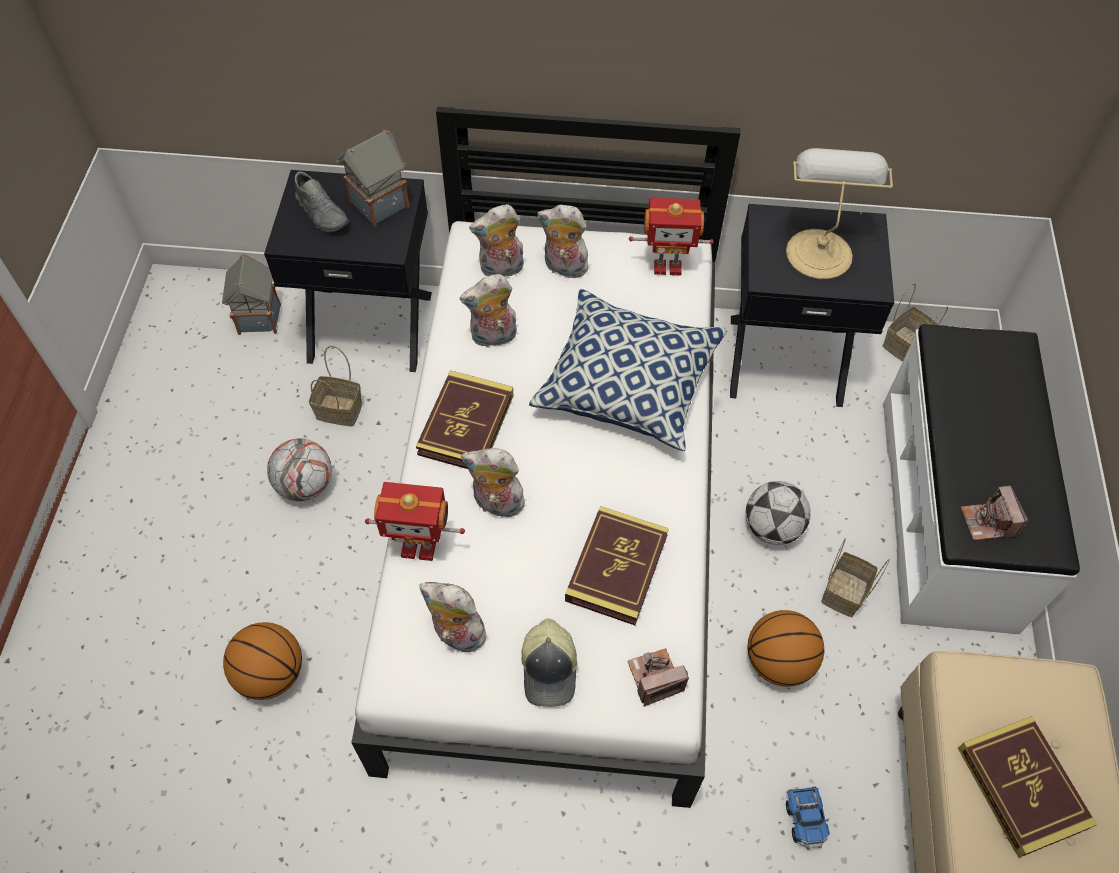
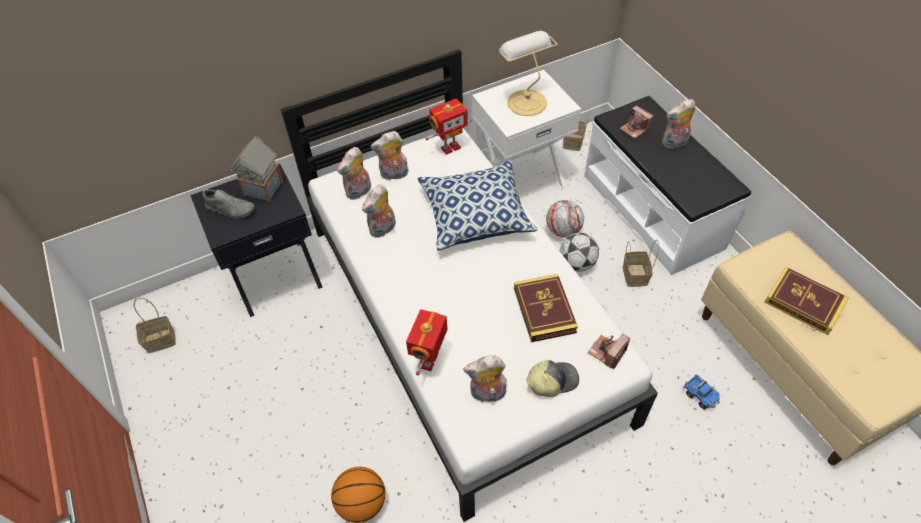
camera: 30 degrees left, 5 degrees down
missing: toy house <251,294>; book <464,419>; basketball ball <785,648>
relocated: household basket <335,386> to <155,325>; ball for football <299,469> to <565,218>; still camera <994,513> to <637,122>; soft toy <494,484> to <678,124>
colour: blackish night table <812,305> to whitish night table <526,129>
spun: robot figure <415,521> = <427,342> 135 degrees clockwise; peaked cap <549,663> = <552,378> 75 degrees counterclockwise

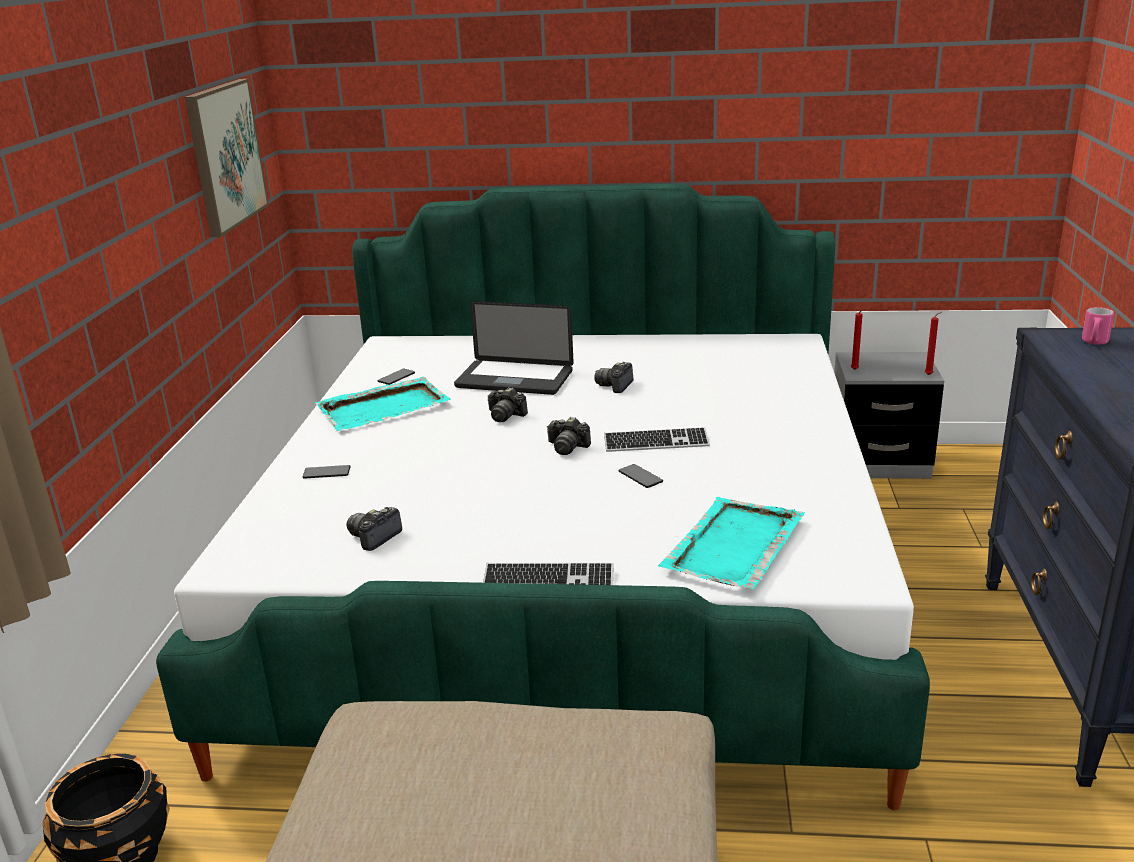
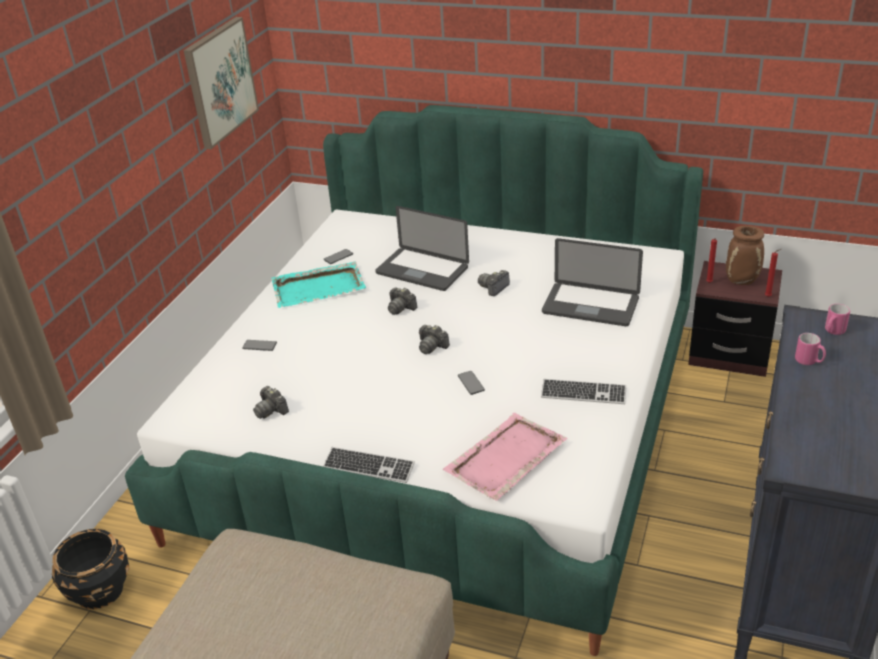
camera: 15 degrees right, 10 degrees up
appeared: laptop <592,282>; brown decorative vase <745,255>; pink tea mug <810,349>
relocated: keyboard <657,439> to <584,391>
colour: turquoise-coloured serving tray <731,543> to pink serving tray <505,457>; grey night table <889,415> to brown night table <735,319>
spun: still camera <374,529> = <271,402> 90 degrees counterclockwise

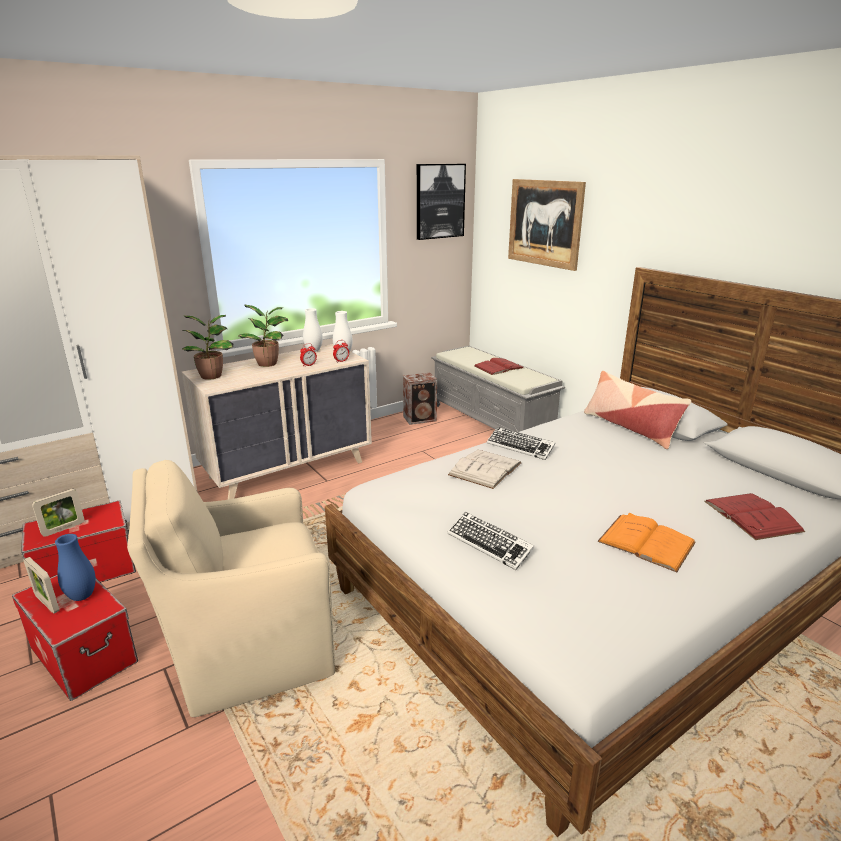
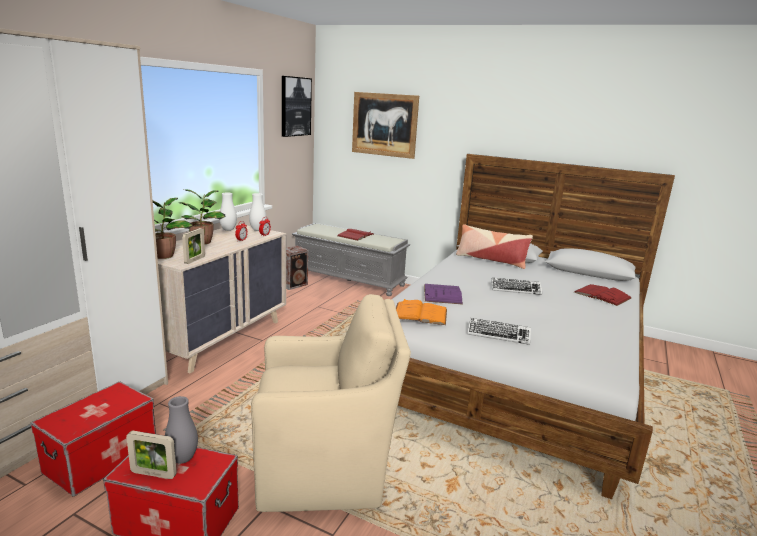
camera: 30 degrees left, 5 degrees down
relocated: picture frame <58,513> to <193,246>; orange-coloured book <646,542> to <421,312>; keyboard <521,443> to <517,286>
colour: blue-coloured decorative vase <75,567> to grey decorative vase <181,430>; whitish book <485,469> to purple book <443,294>
spun: beige easy chair <231,588> = <331,403> 135 degrees counterclockwise

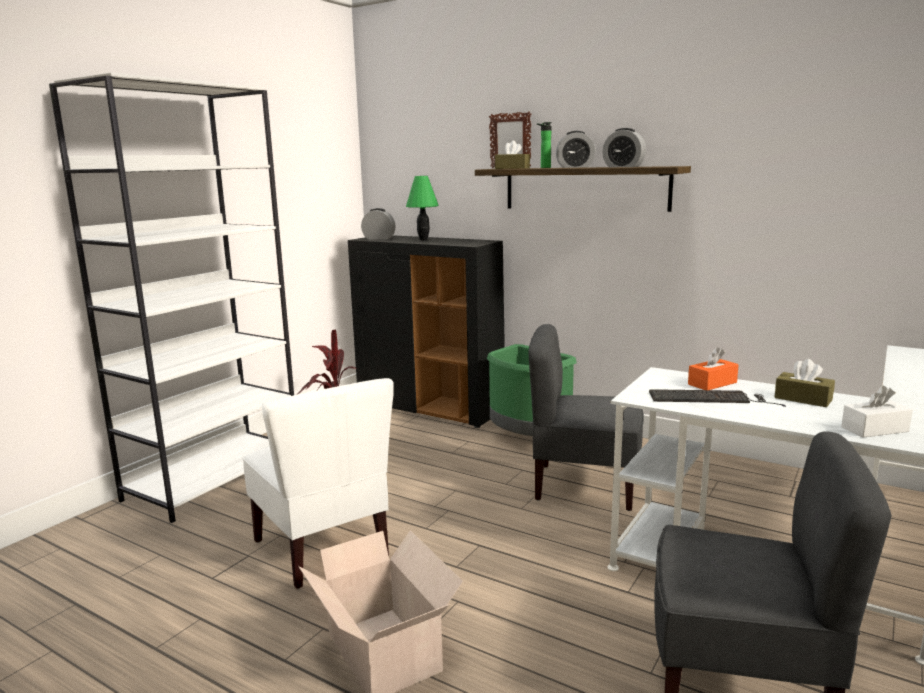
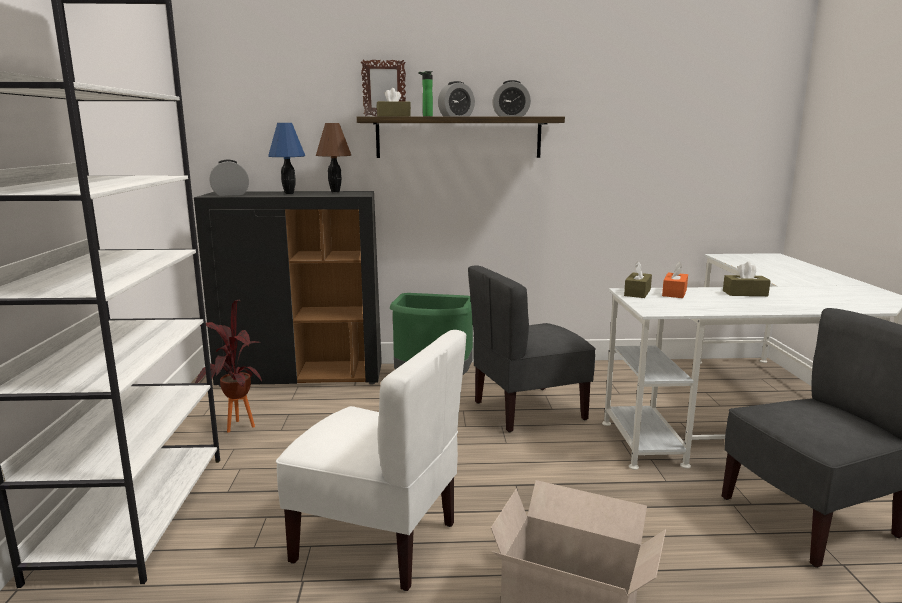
camera: 35 degrees left, 0 degrees up
missing: keyboard <717,398>; whitish tissue box <877,411>
appeared: brown lamp for a table <333,157>; brown tissue box <638,279>
colour: green-coloured lamp for a table <422,208> to blue-coloured lamp for a table <286,158>

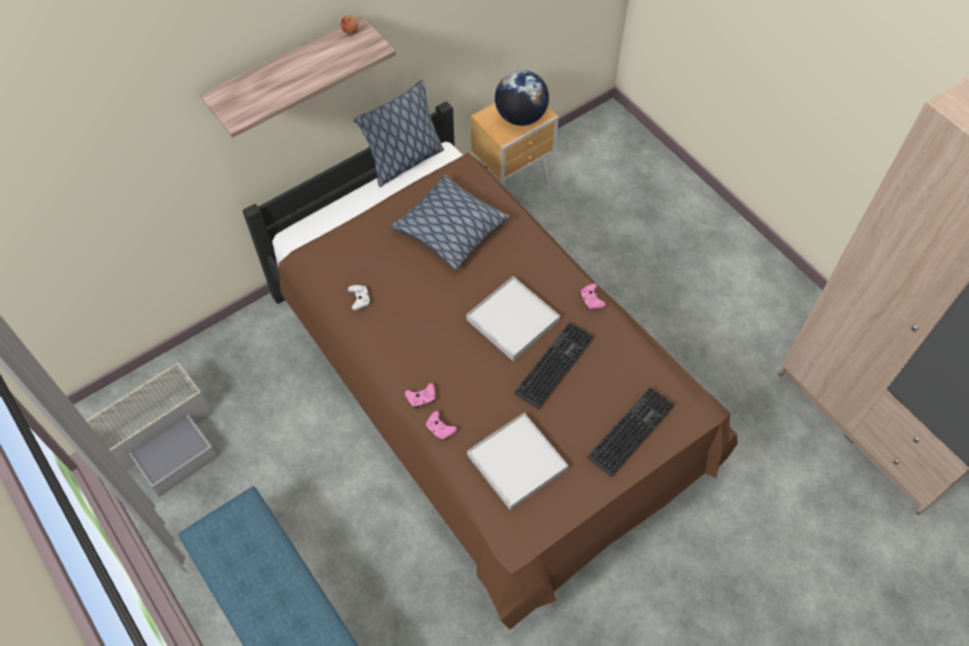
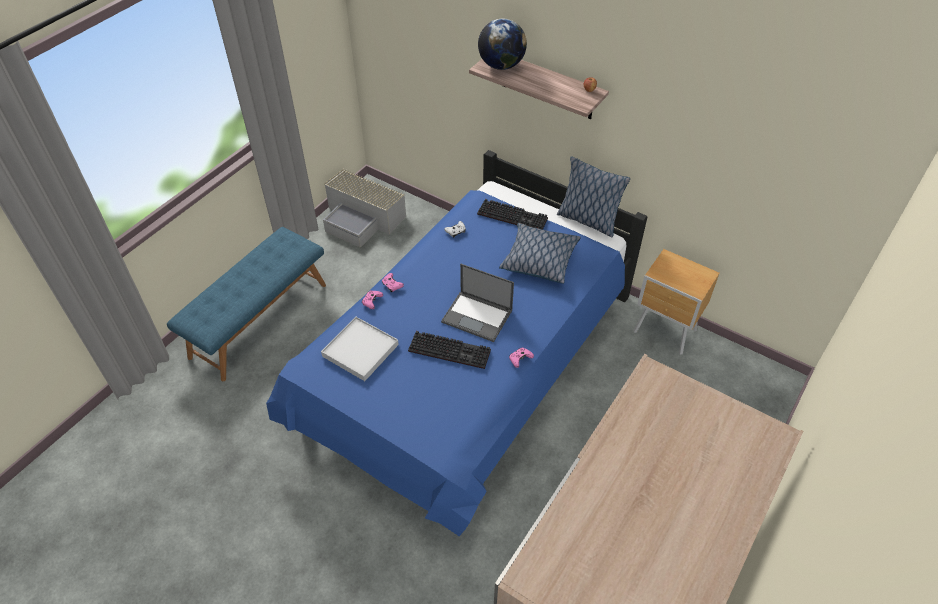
camera: 70 degrees right, 10 degrees down
relocated: keyboard <631,432> to <512,214>; globe <522,98> to <502,44>
exchanged: whitish serving tray <513,318> to laptop <477,303>
colour: brown sleeping bed <490,365> to blue-coloured sleeping bed <456,343>

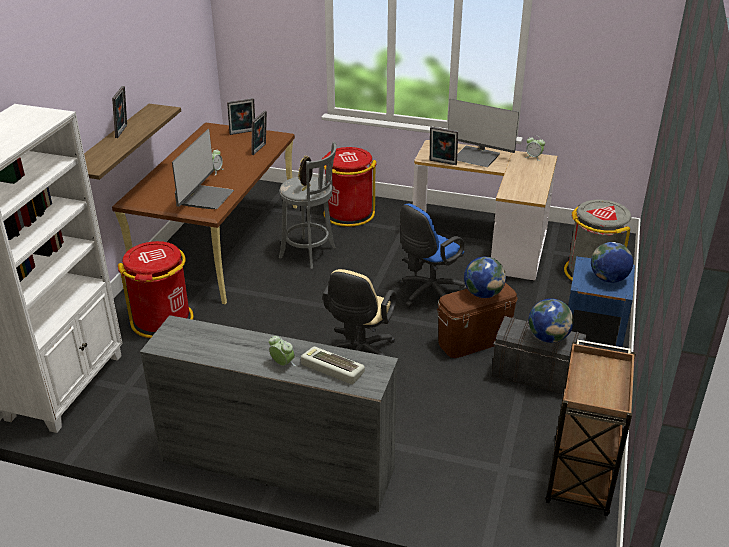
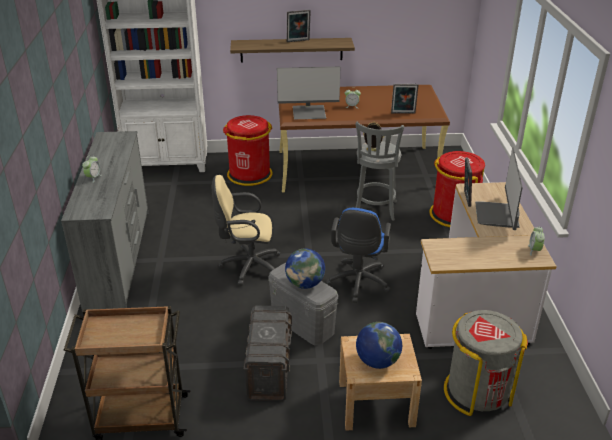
camera: 70 degrees right, 0 degrees up
missing: picture frame <241,116>; keyboard <333,365>; globe <551,320>
colour: brown storage bin <477,320> to grey storage bin <303,304>; blue-coloured night table <601,301> to beige night table <380,382>
spun: blue-coloured desk chair <433,255> = <358,255> 105 degrees counterclockwise

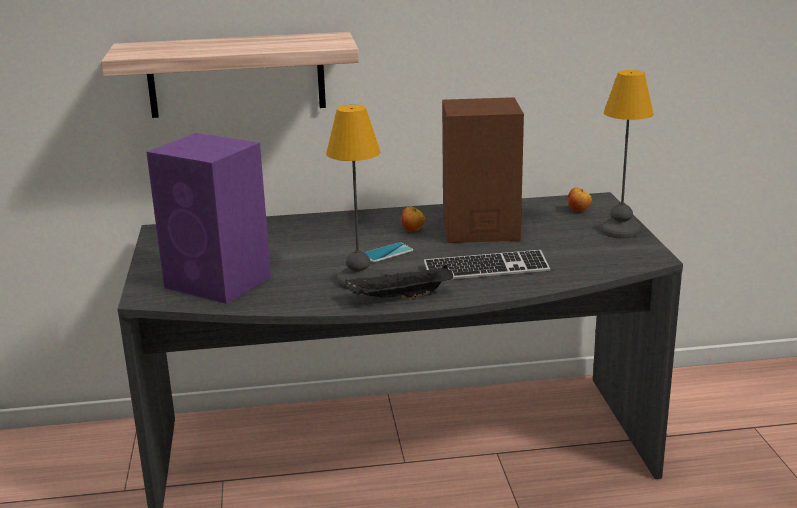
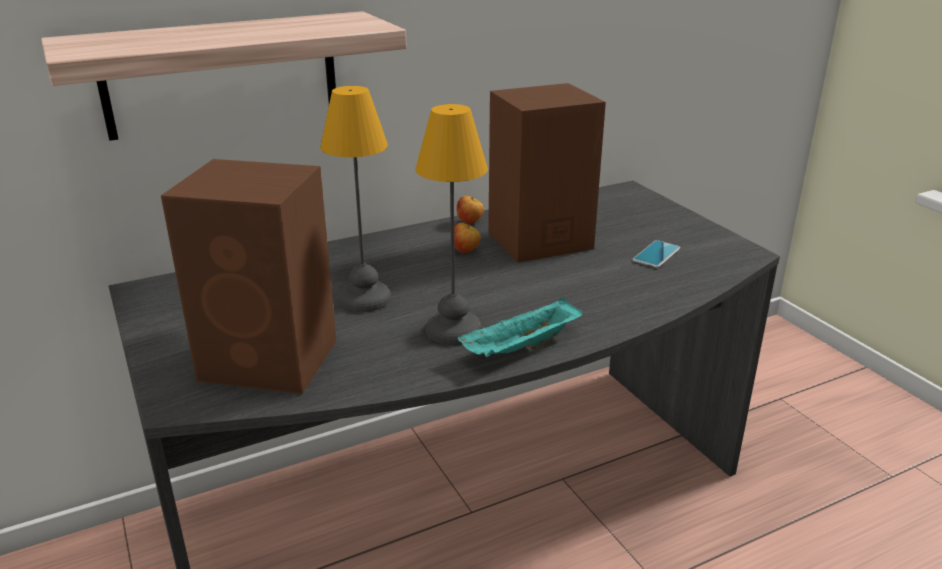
camera: 20 degrees left, 5 degrees up
missing: keyboard <487,264>
relocated: lamp for a table <627,154> to <355,199>; apple <580,199> to <470,210>; telephone <388,252> to <656,254>
colour: purple loudspeaker <208,218> to brown loudspeaker <248,276>; blackish serving tray <399,282> to turquoise-coloured serving tray <520,327>

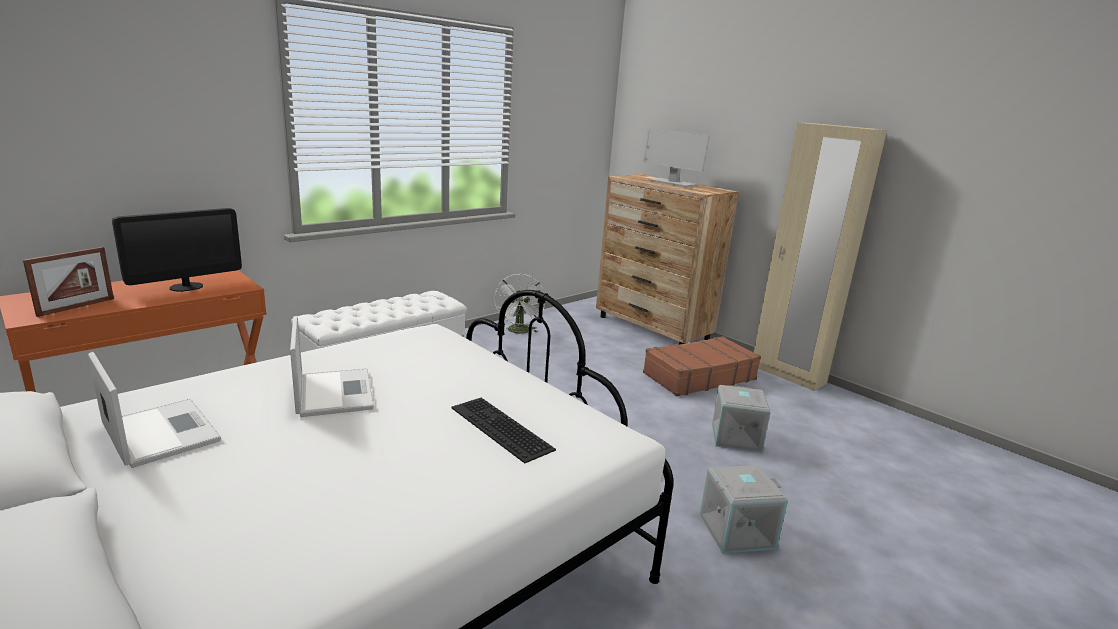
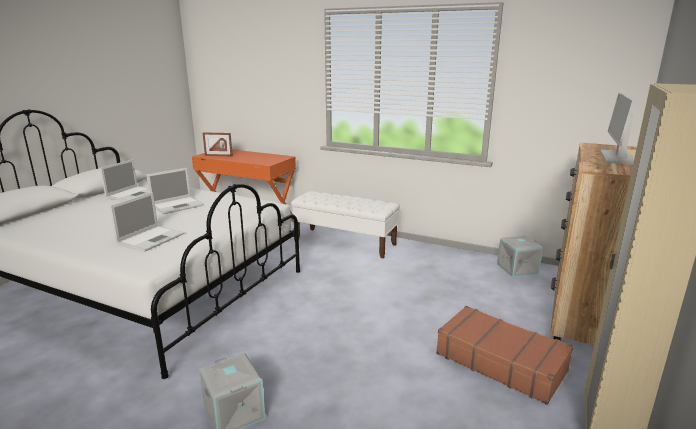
camera: 70 degrees right, 0 degrees up
missing: computer screen <177,250>; whitish cooling fan <520,304>
relocated: grey storage bin <741,419> to <520,256>
exchanged: keyboard <503,430> to laptop <146,222>

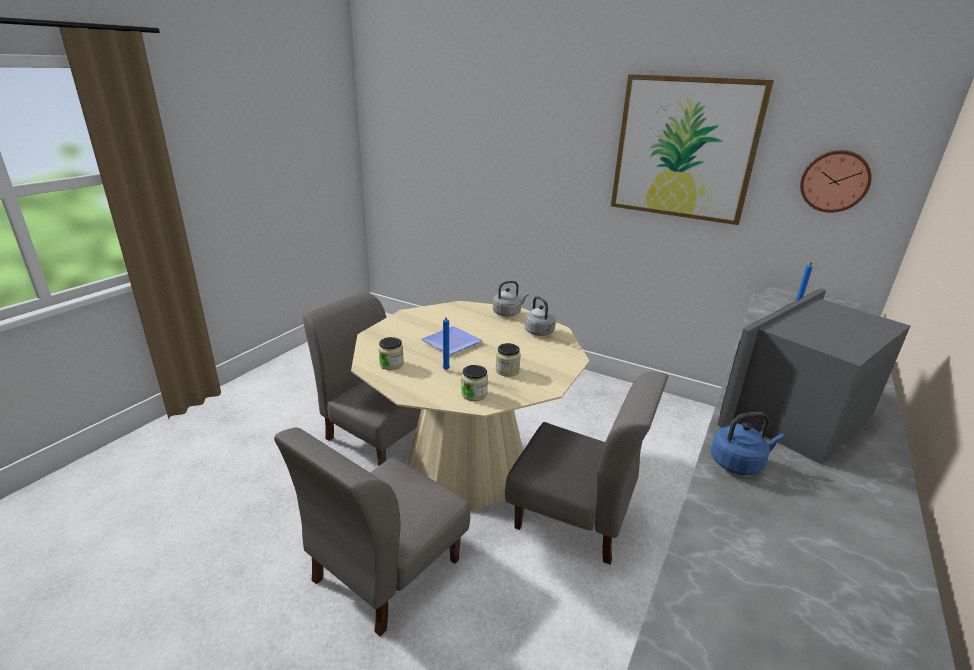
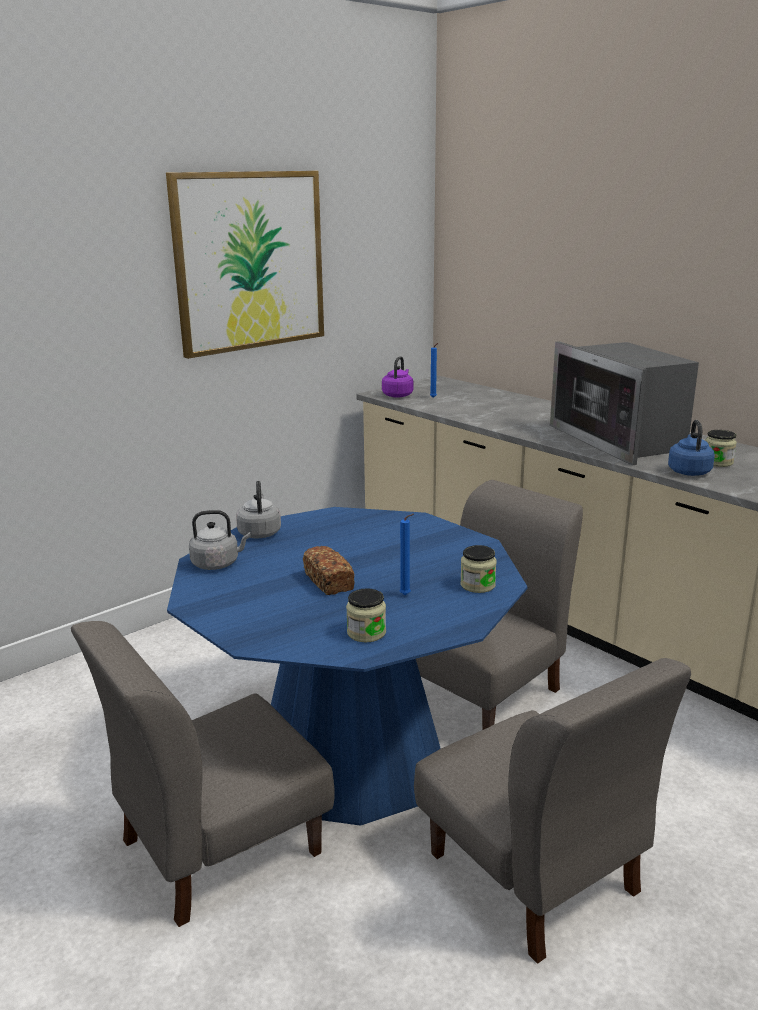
camera: 70 degrees left, 5 degrees down
missing: wall clock <836,181>
appeared: purple tea kettle <397,377>
relocated: grey tea kettle <540,316> to <220,540>; jar <508,360> to <721,448>
exchanged: plate <452,340> to bread <329,570>
colour: beige kitchen table <470,405> to blue-coloured kitchen table <347,666>

